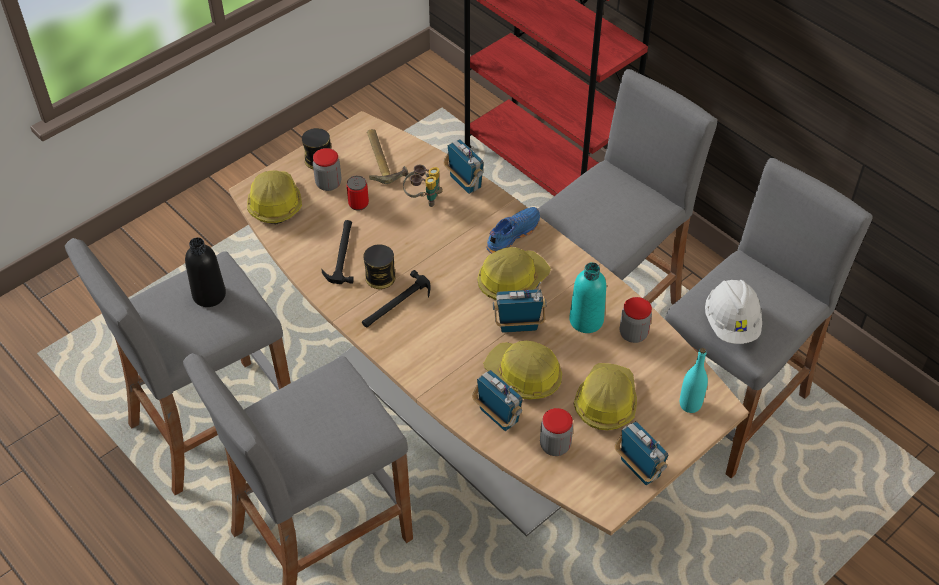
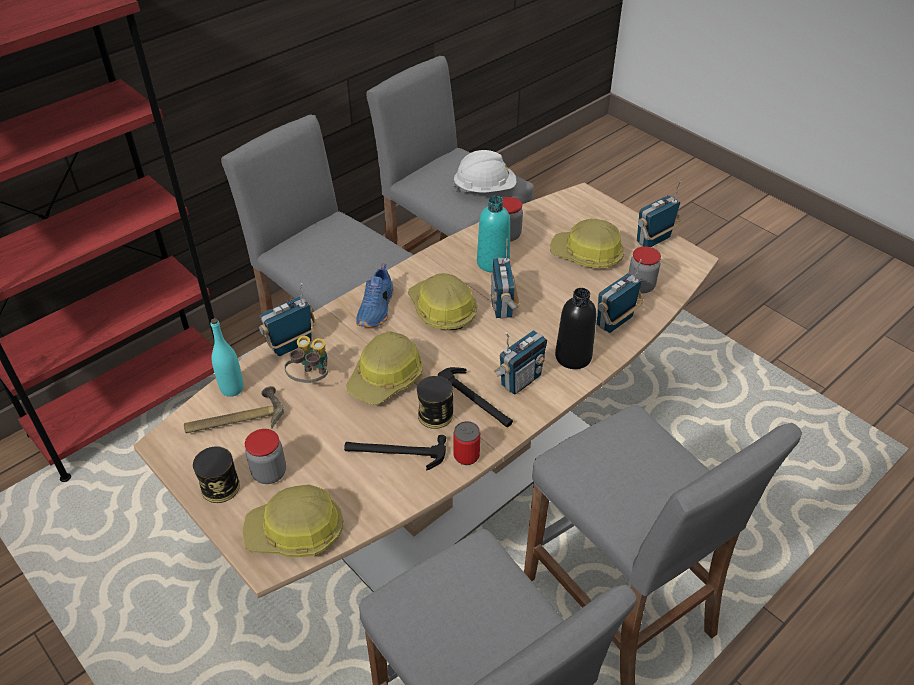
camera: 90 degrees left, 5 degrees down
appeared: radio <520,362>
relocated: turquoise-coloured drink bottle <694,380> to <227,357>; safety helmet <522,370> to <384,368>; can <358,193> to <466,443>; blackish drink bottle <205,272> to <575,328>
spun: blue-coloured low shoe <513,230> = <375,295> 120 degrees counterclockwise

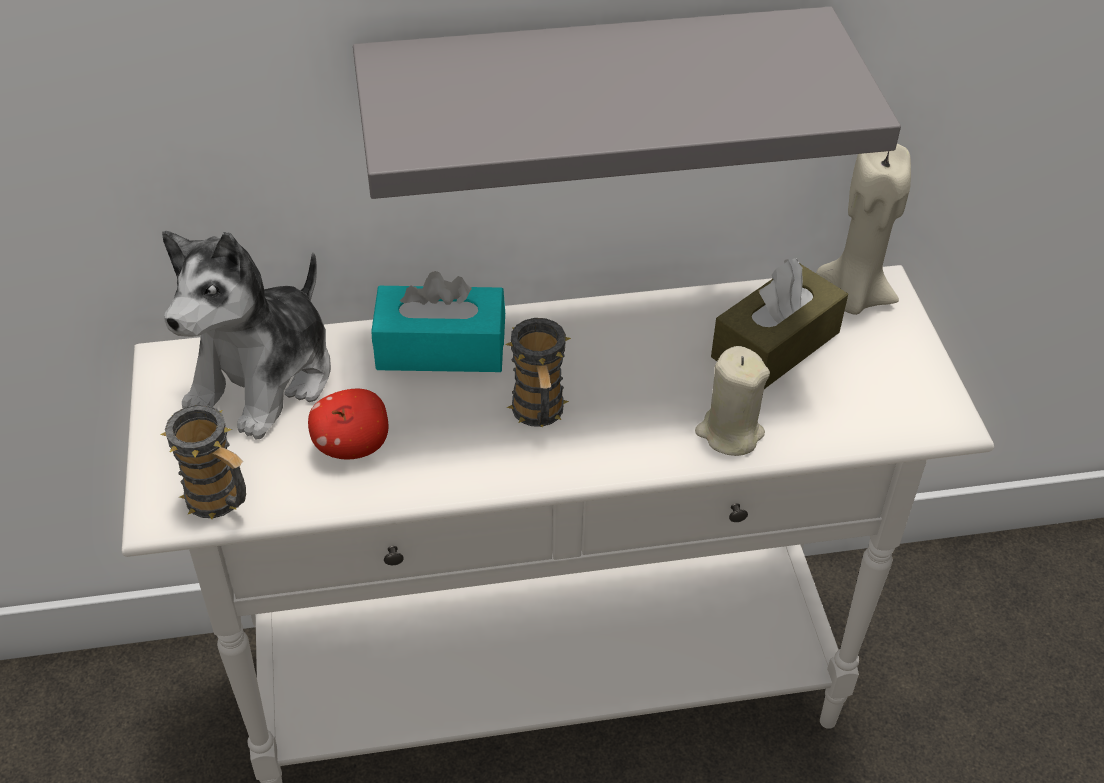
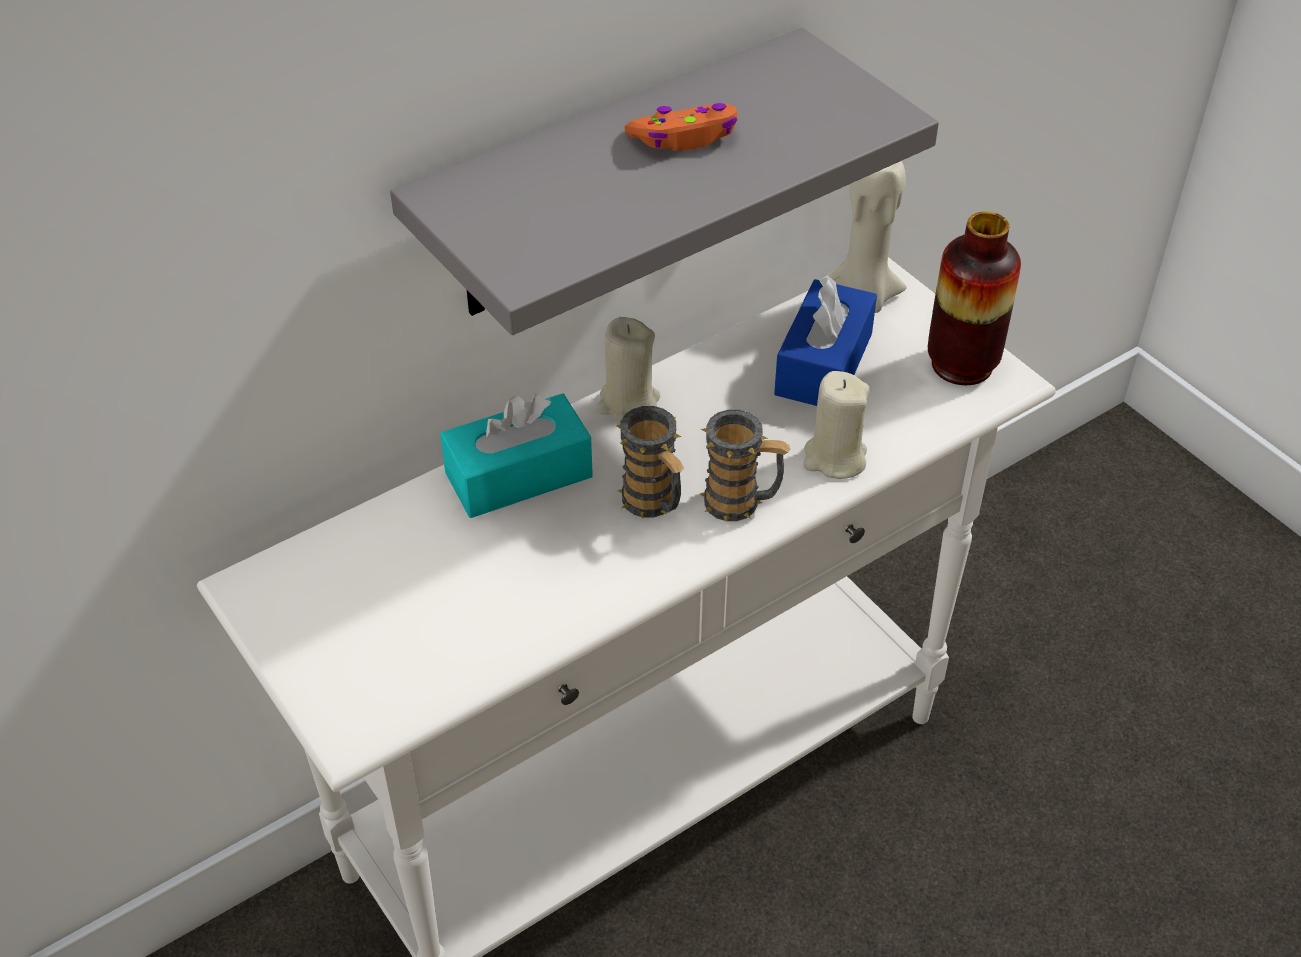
camera: 25 degrees left, 0 degrees up
missing: soft toy <246,335>; apple <348,424>
appeared: beige wax candle <628,369>; orange-coloured gamepad <681,127>; decorative vase <974,298>
relocated: tea mug <203,462> to <745,465>
colour: brown tissue box <779,323> to blue-coloured tissue box <825,340>

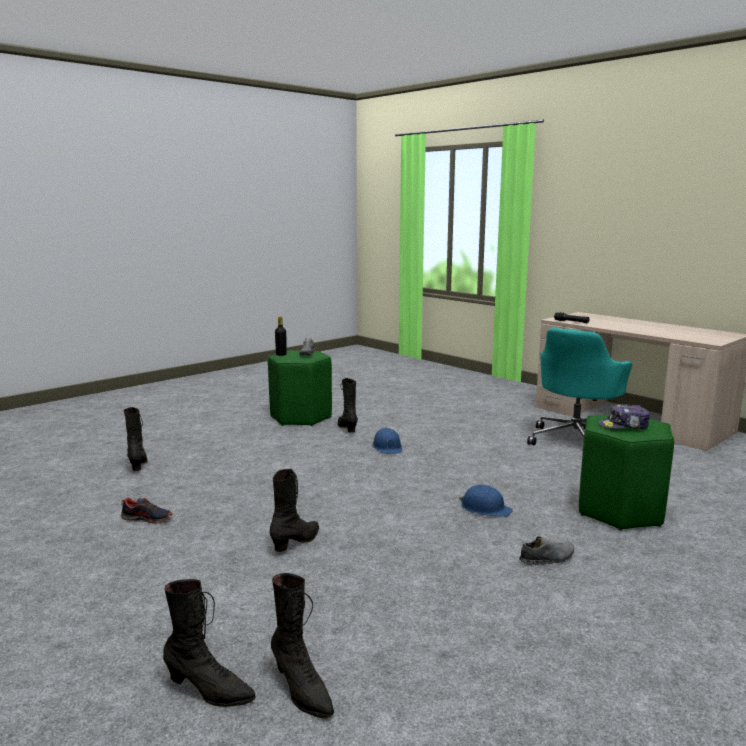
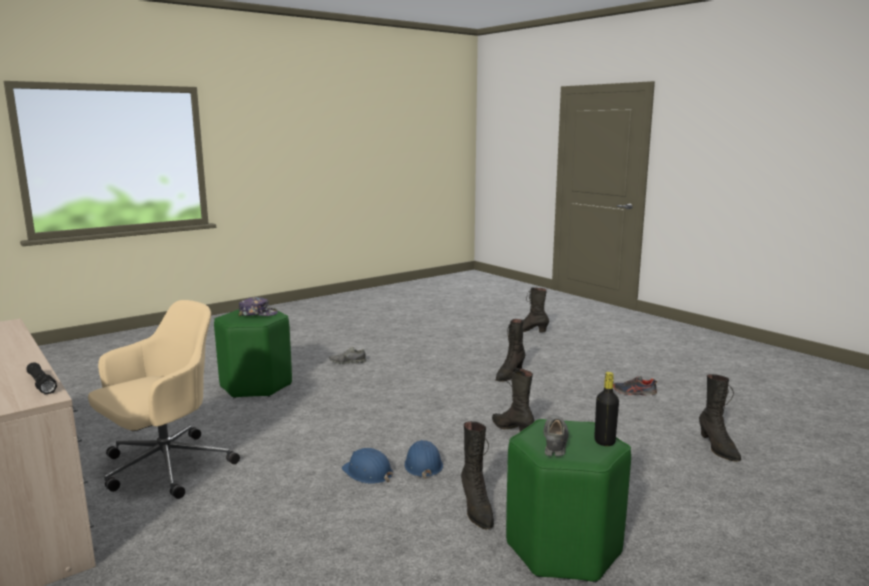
camera: 175 degrees left, 0 degrees up
relocated: blue-coloured safety helmet <486,501> to <367,466>; blackish boot <302,646> to <513,400>
colour: turquoise-coloured desk chair <579,386> to beige desk chair <164,399>

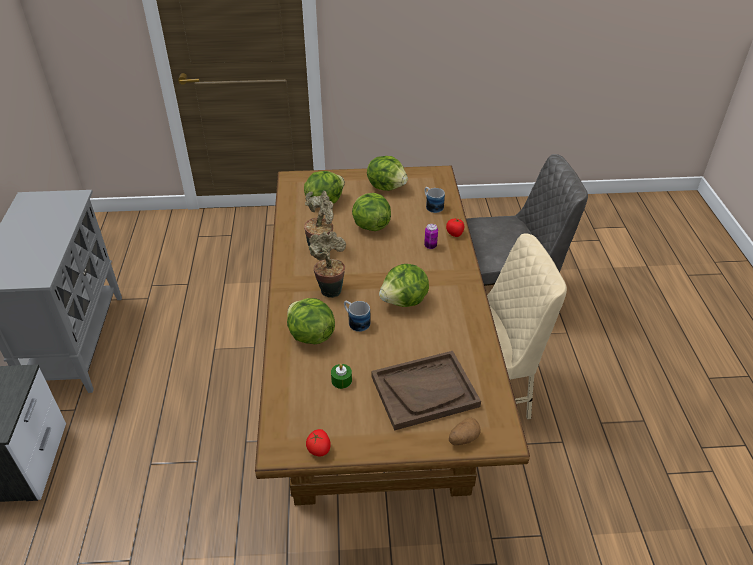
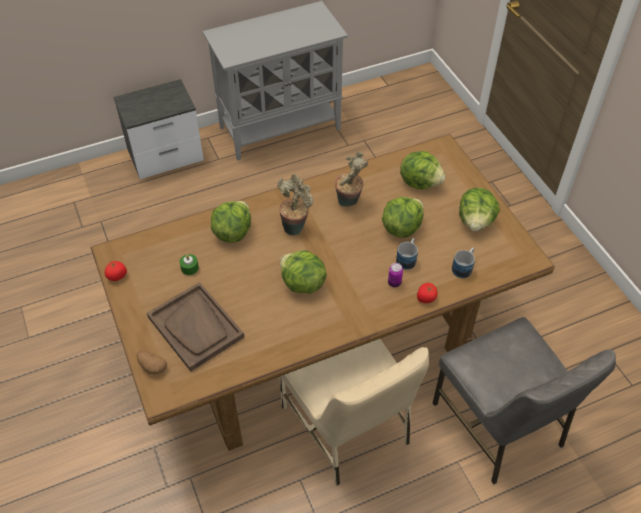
camera: 70 degrees right, 10 degrees up
relocated: tea mug <357,316> to <407,254>

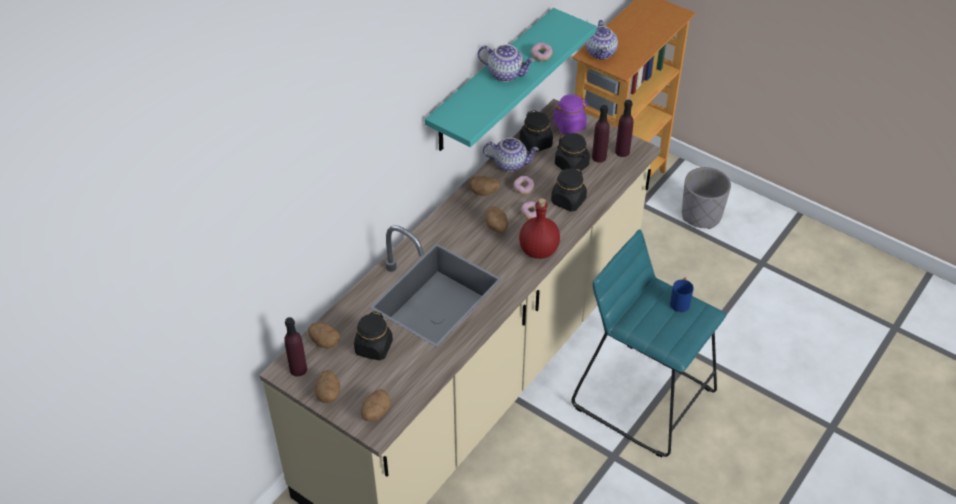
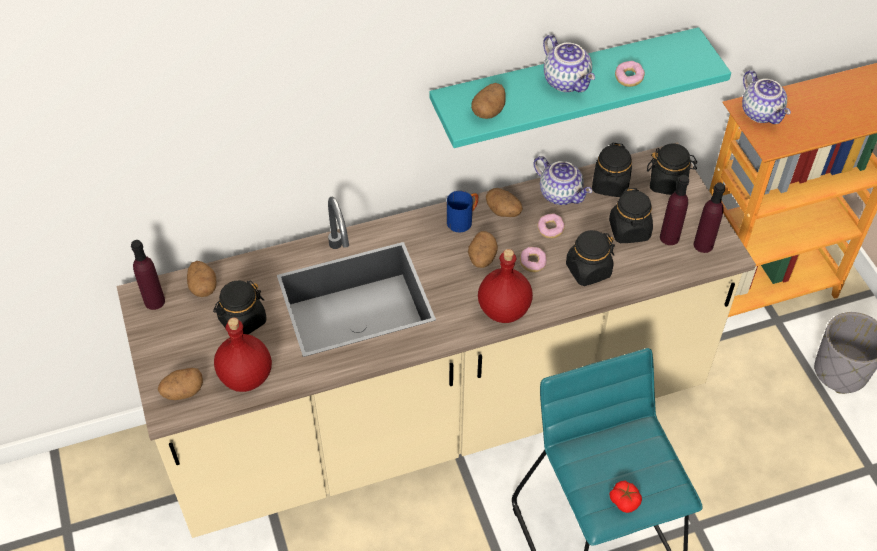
camera: 35 degrees right, 5 degrees up
appeared: red-coloured drink bottle <243,355>; fresh tomato <625,497>
relocated: blue-coloured tea mug <682,295> to <462,212>; potato <327,386> to <488,101>
colour: purple jar <570,114> to blackish jar <672,169>
spun: pot for tea <602,40> = <766,97> 60 degrees counterclockwise

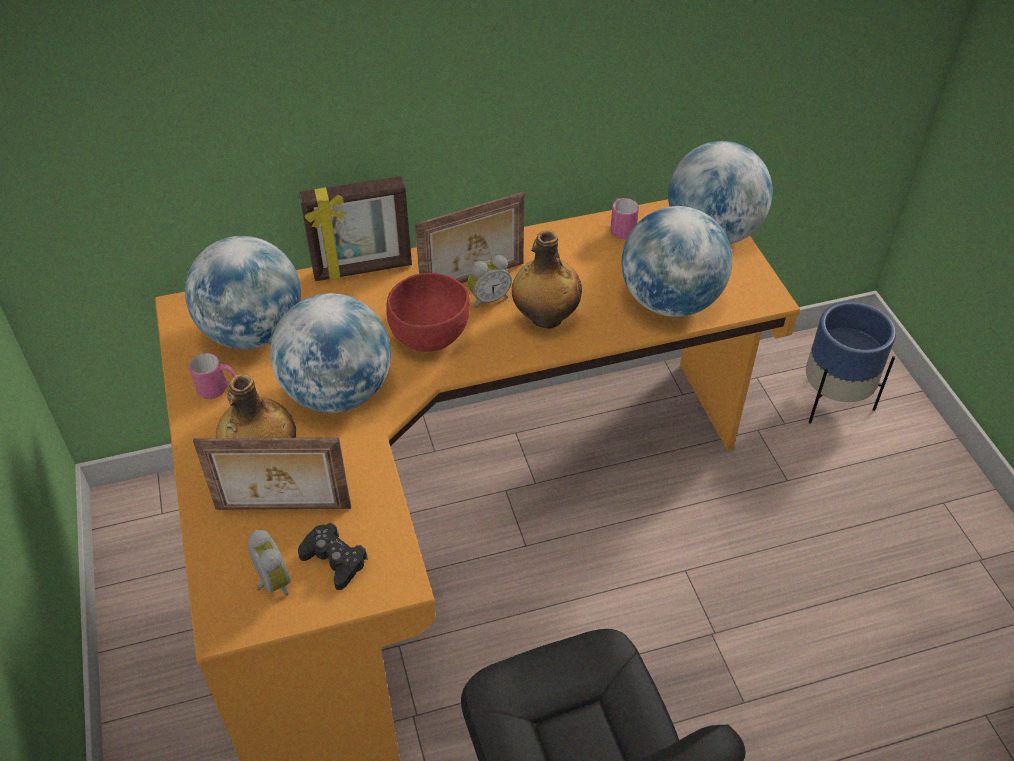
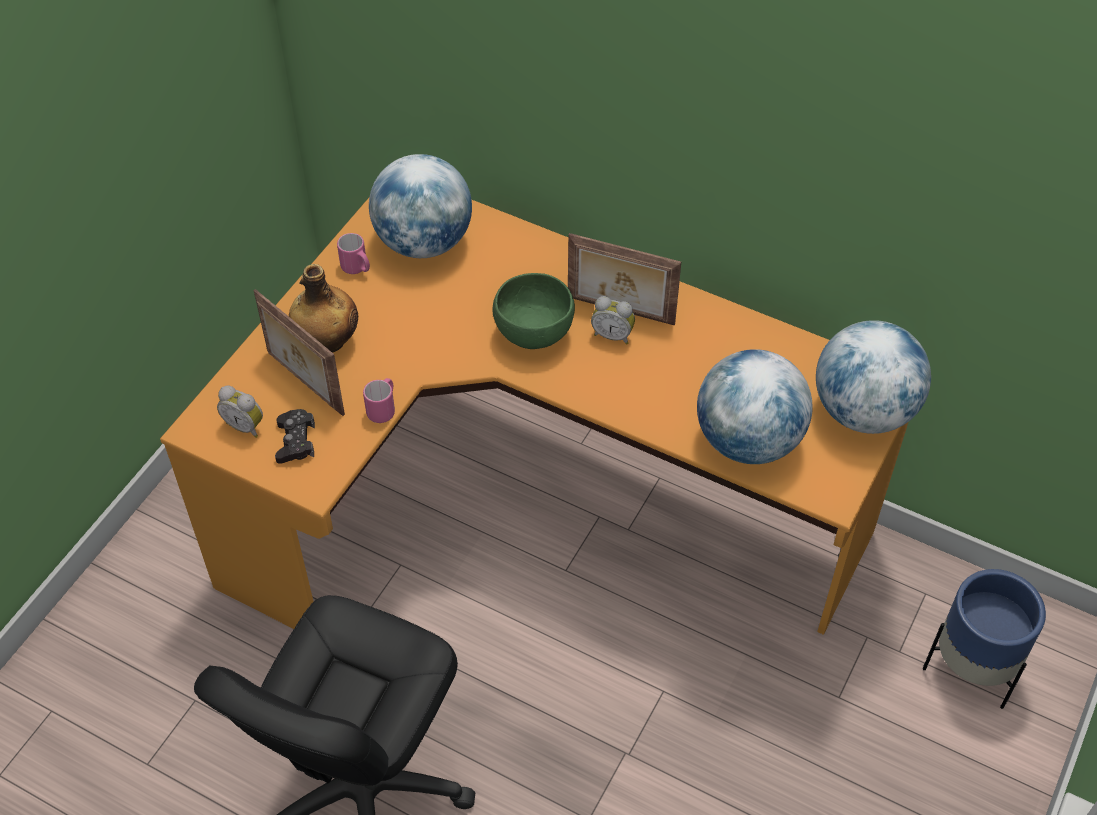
camera: 45 degrees right, 5 degrees up
missing: globe <330,353>; picture frame <355,228>; drink bottle <547,279>
relocated: pink tea mug <624,218> to <379,400>
colour: red-coloured deep dish <428,312> to green-coloured deep dish <534,311>
spun: table clock <269,563> = <240,412> 105 degrees clockwise

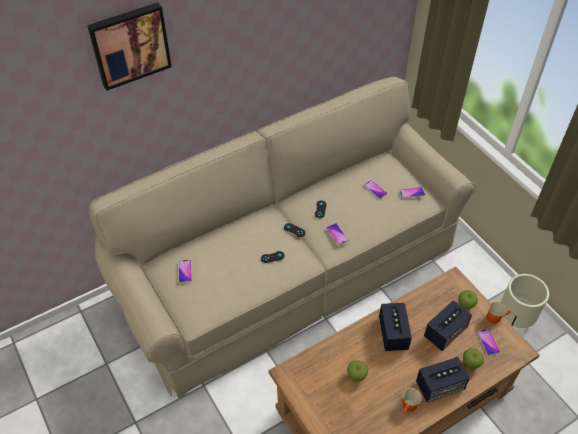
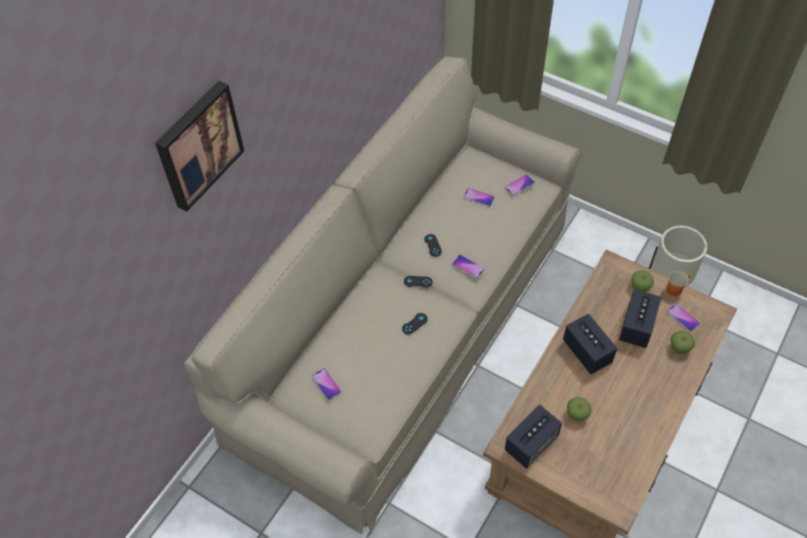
camera: 25 degrees left, 5 degrees up
missing: tea mug <412,400>
relocated: loudspeaker <443,379> to <533,437>

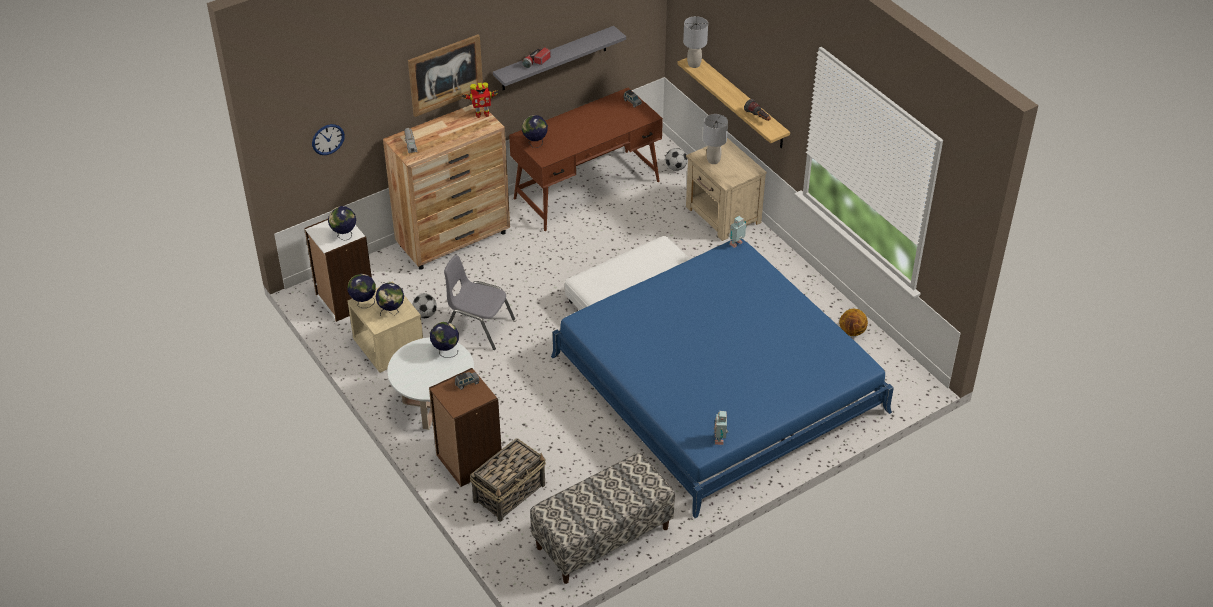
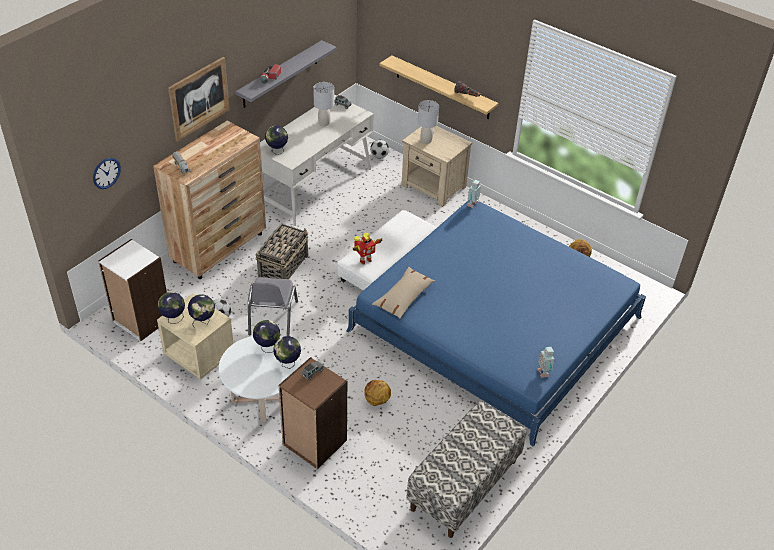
camera: 20 degrees left, 0 degrees up
appeared: basketball ball <377,393>; beige pillow <403,293>
relocated: household basket <508,480> to <282,251>; globe <342,223> to <287,352>; grey lamp for a table <695,42> to <323,104>; robot figure <479,100> to <368,249>
colour: brown desk unit <586,159> to whitish desk unit <317,160>
spun: grey chair <479,302> = <273,306> 90 degrees counterclockwise

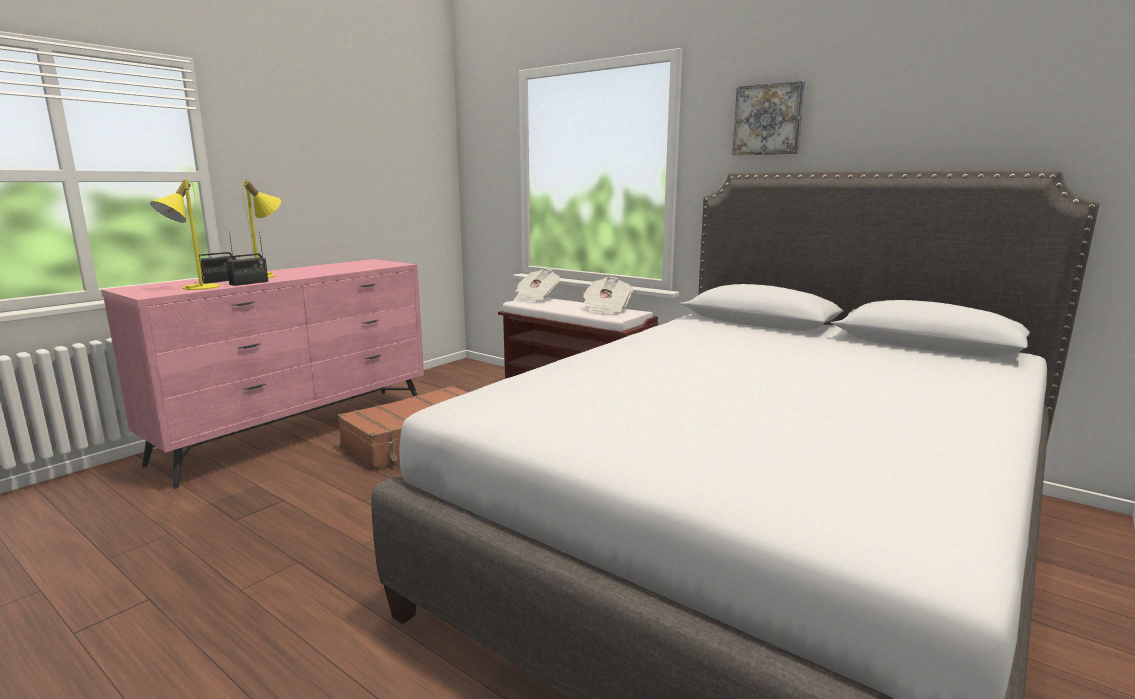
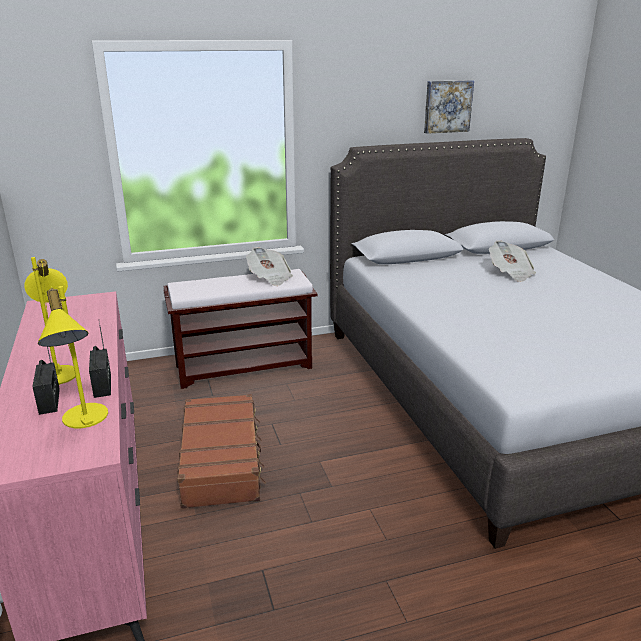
camera: 55 degrees left, 10 degrees up
relocated: wall picture <768,118> to <449,107>; daily paper <537,285> to <512,261>

